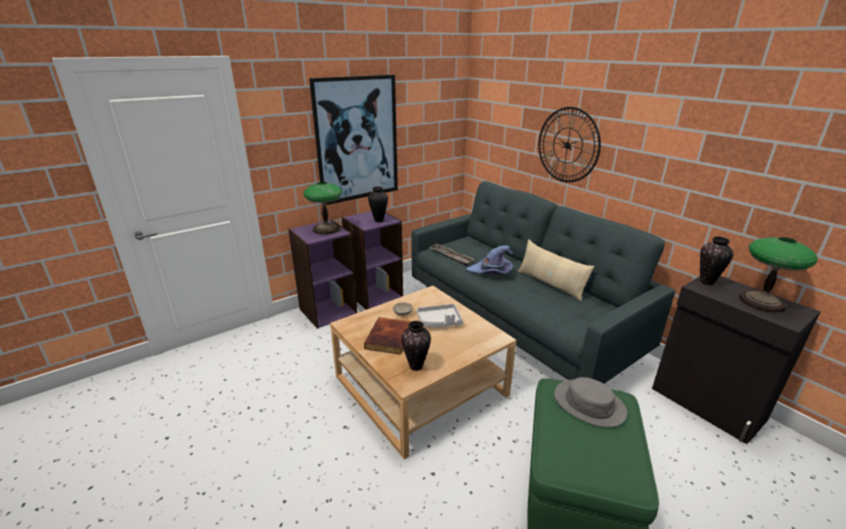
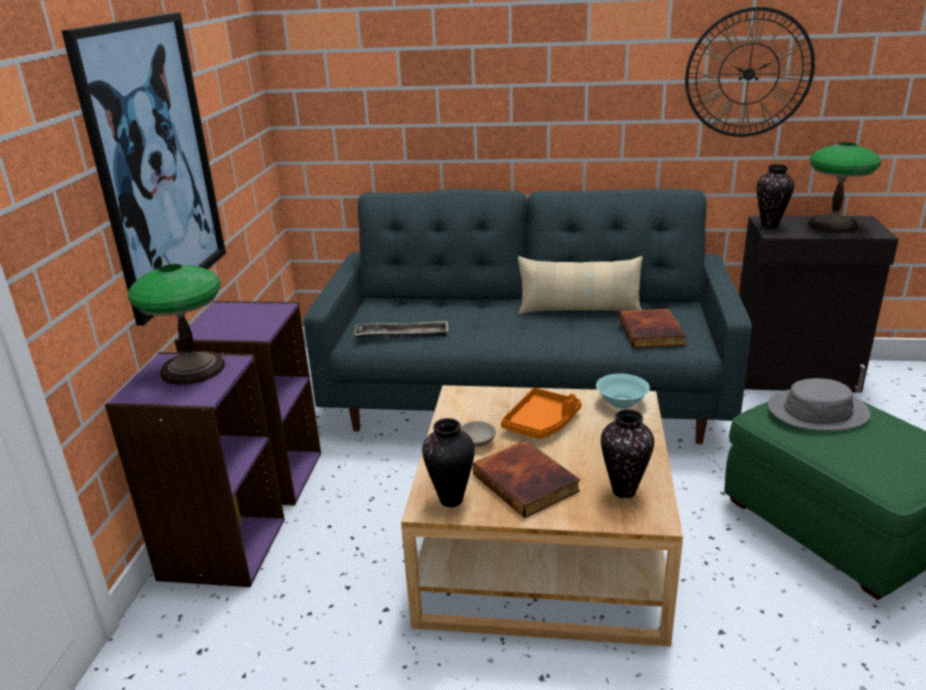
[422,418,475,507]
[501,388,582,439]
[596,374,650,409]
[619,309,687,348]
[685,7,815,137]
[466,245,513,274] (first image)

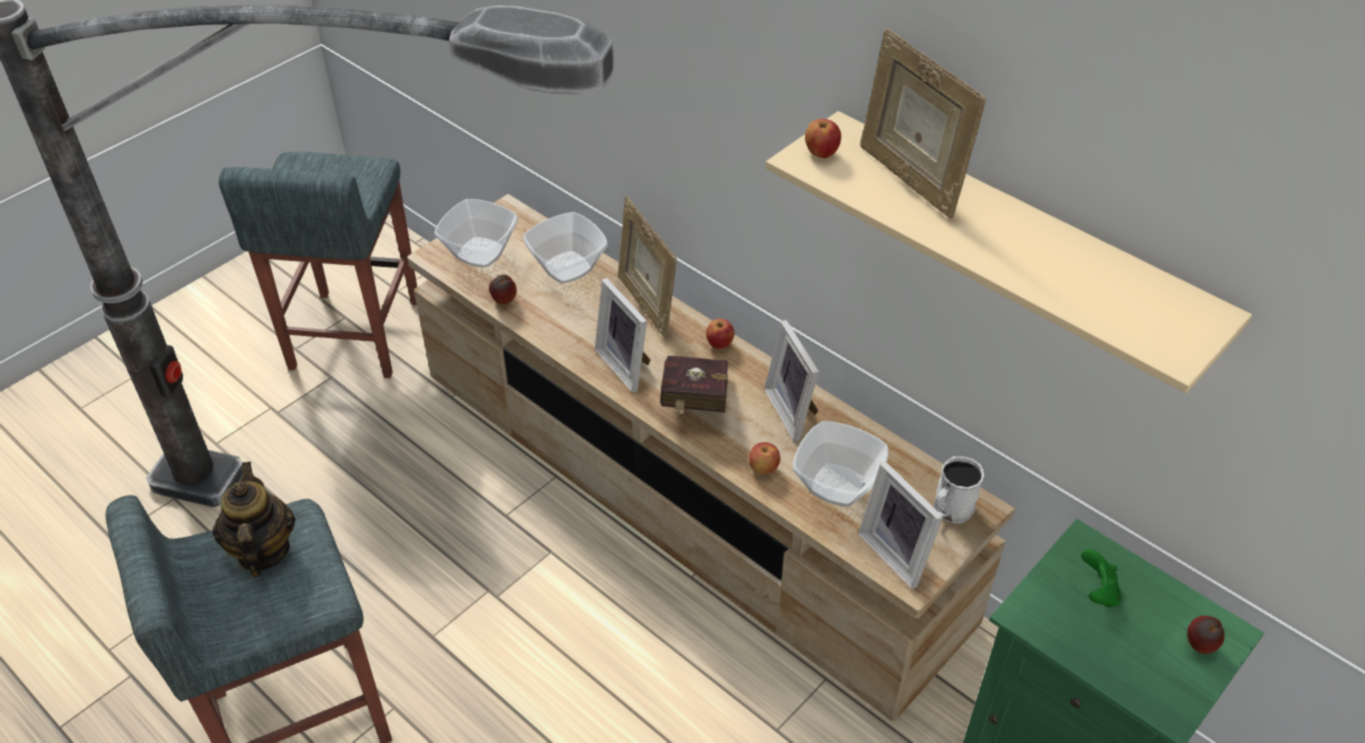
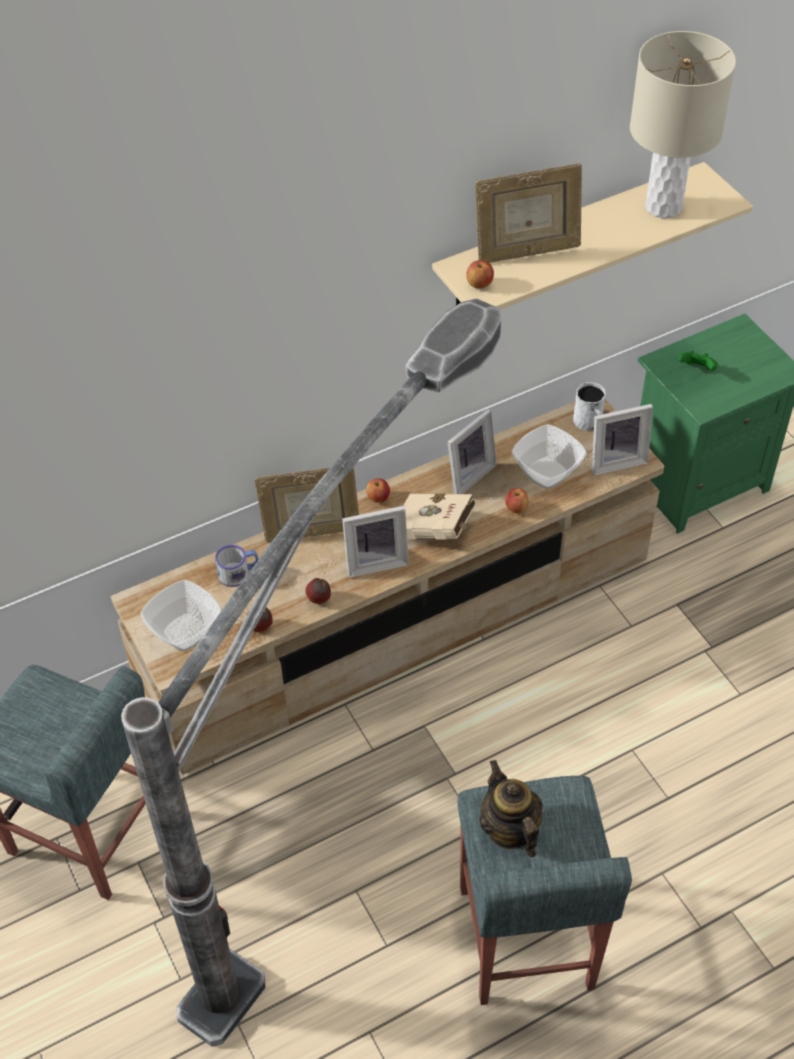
[215,544,259,587]
[305,578,331,604]
[403,494,476,540]
[447,409,497,494]
[479,760,543,857]
[630,31,736,219]

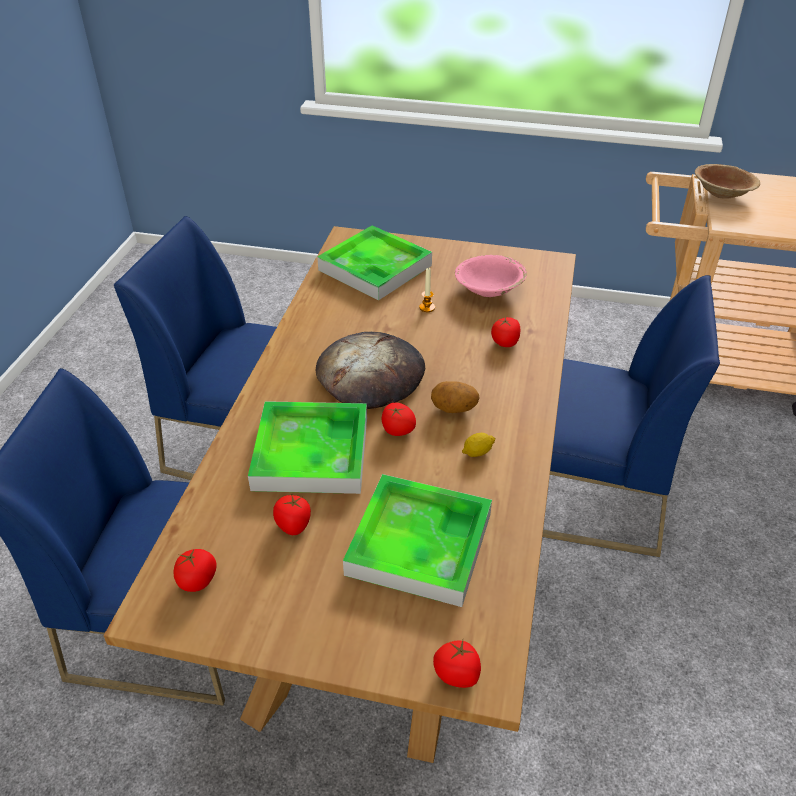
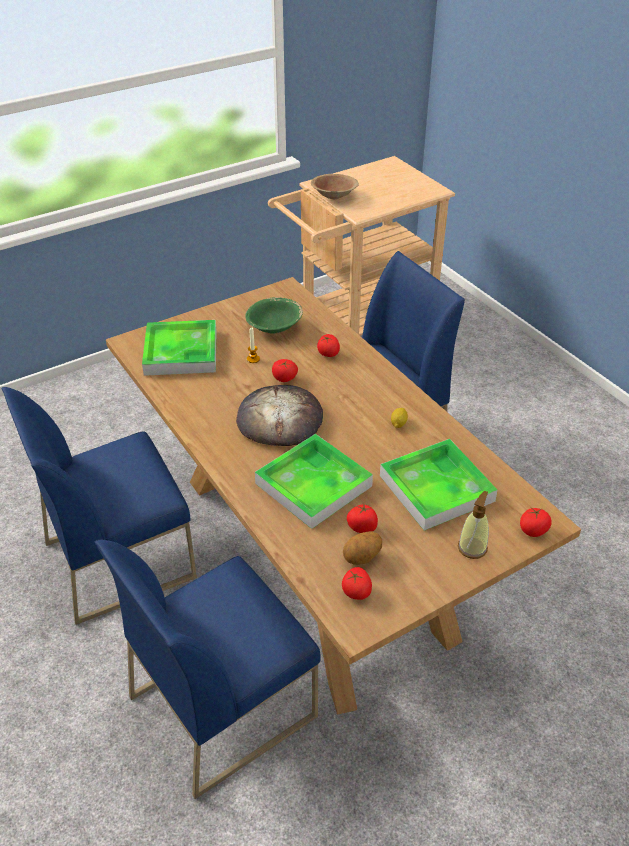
[245,297,303,334]
[272,359,298,382]
[343,531,382,565]
[458,491,489,559]

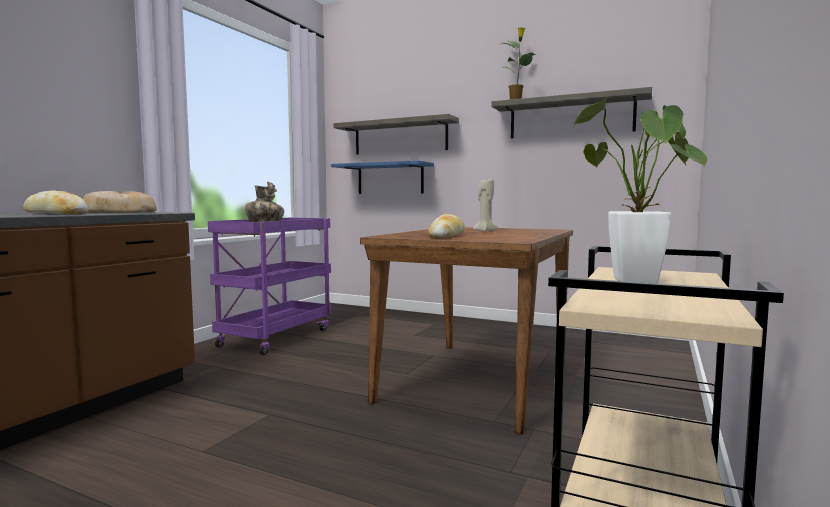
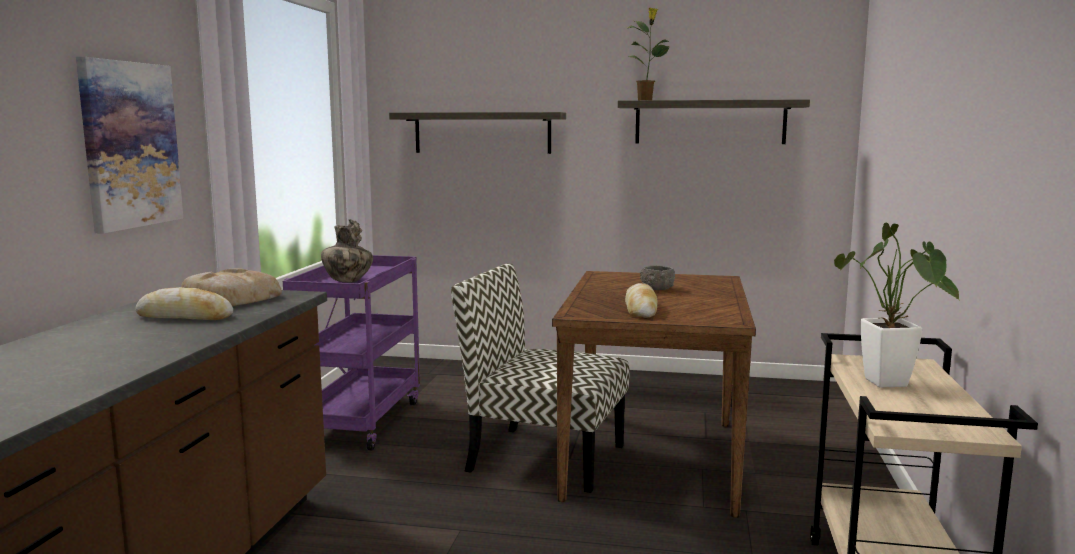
[76,57,183,233]
[451,263,630,493]
[640,265,675,290]
[331,160,434,194] (first image)

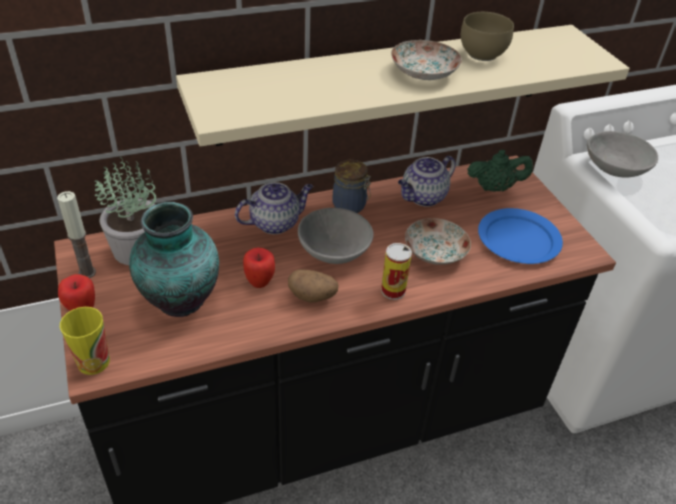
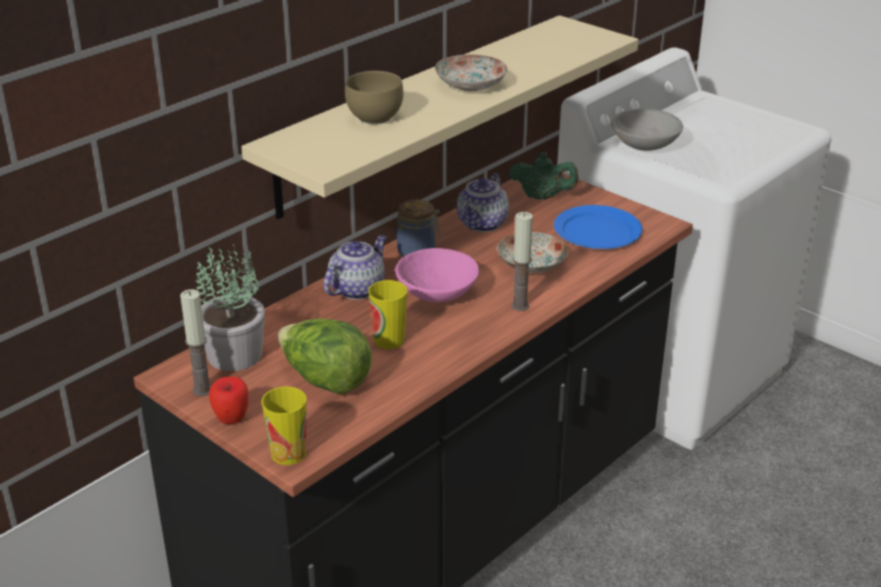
[278,318,372,394]
[345,71,403,124]
[368,280,408,349]
[395,248,479,302]
[509,152,578,200]
[511,212,533,311]
[288,269,338,303] (first image)

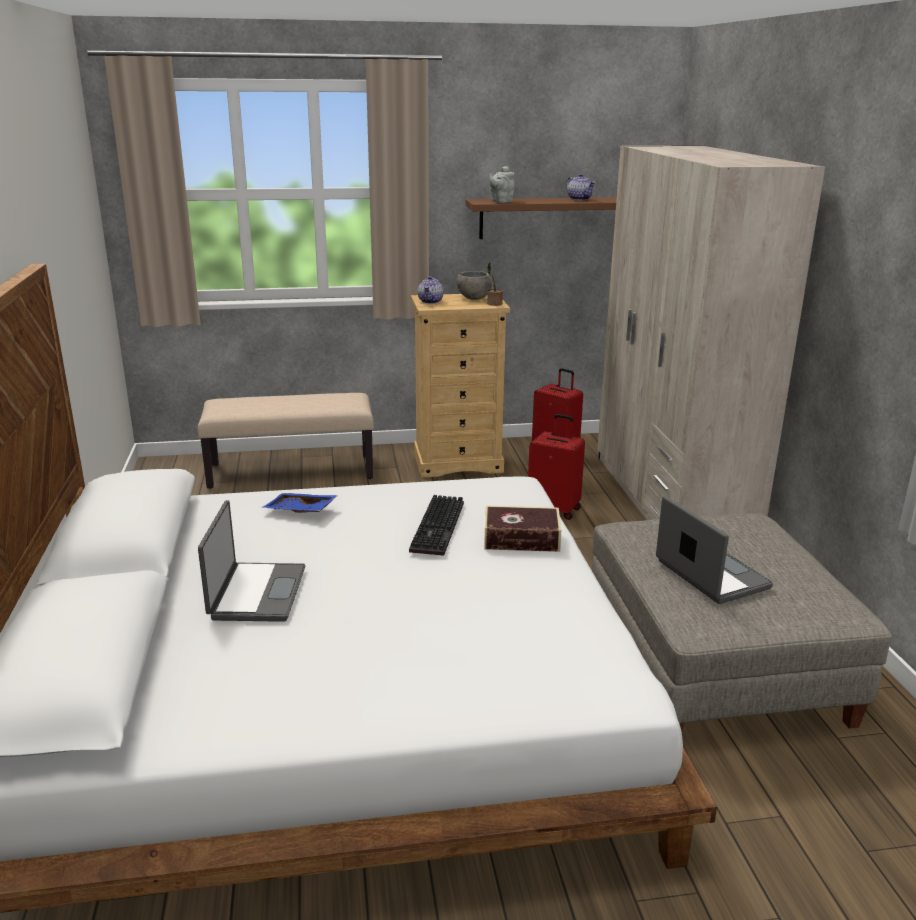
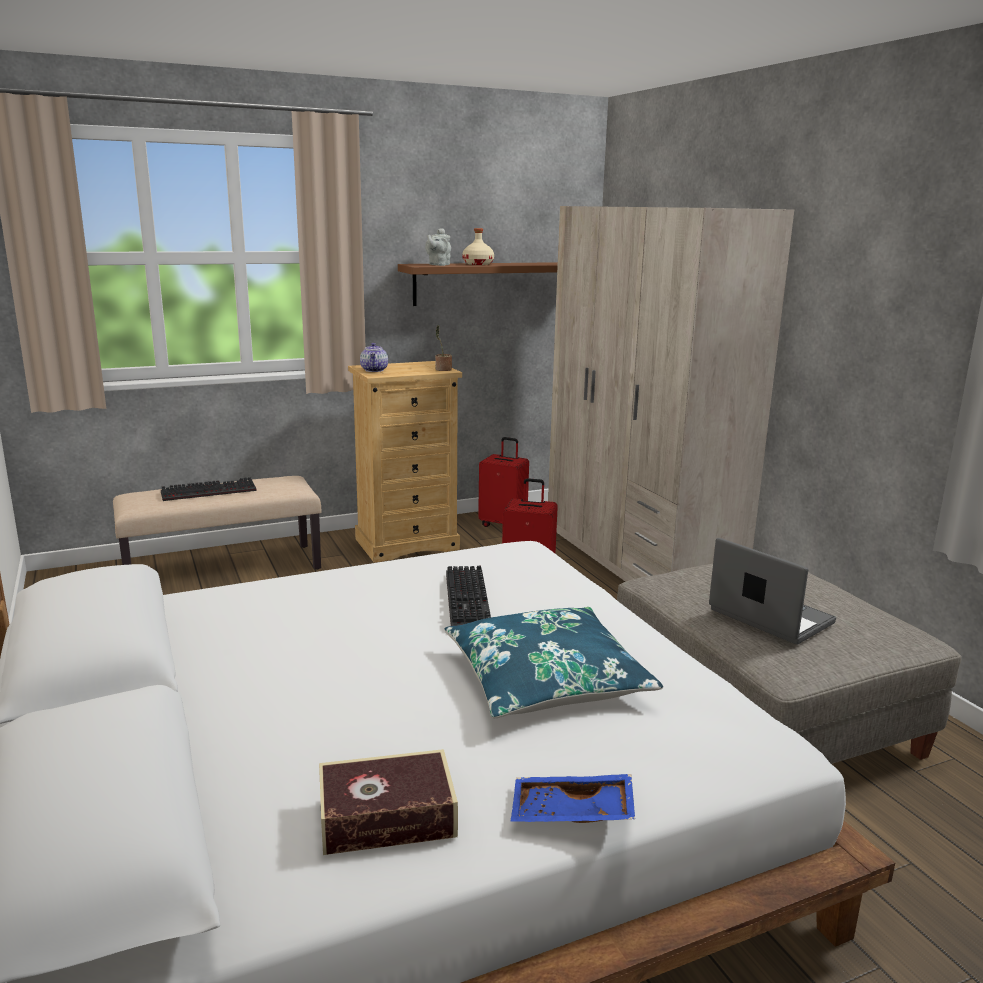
[161,477,257,501]
[319,749,458,855]
[444,607,663,718]
[462,228,494,265]
[510,774,635,823]
[198,500,305,622] (first image)
[456,271,492,300] (first image)
[566,174,595,200] (first image)

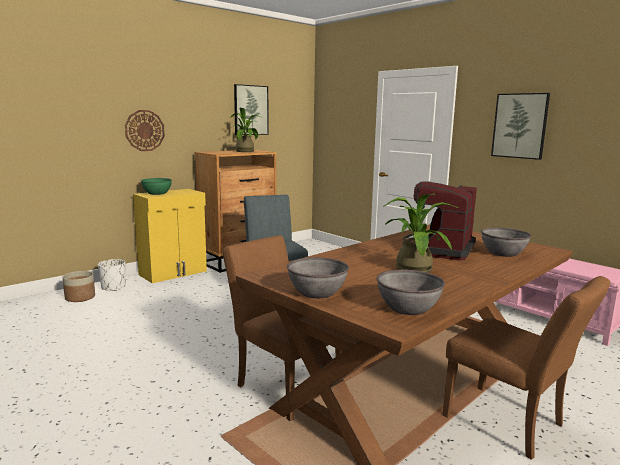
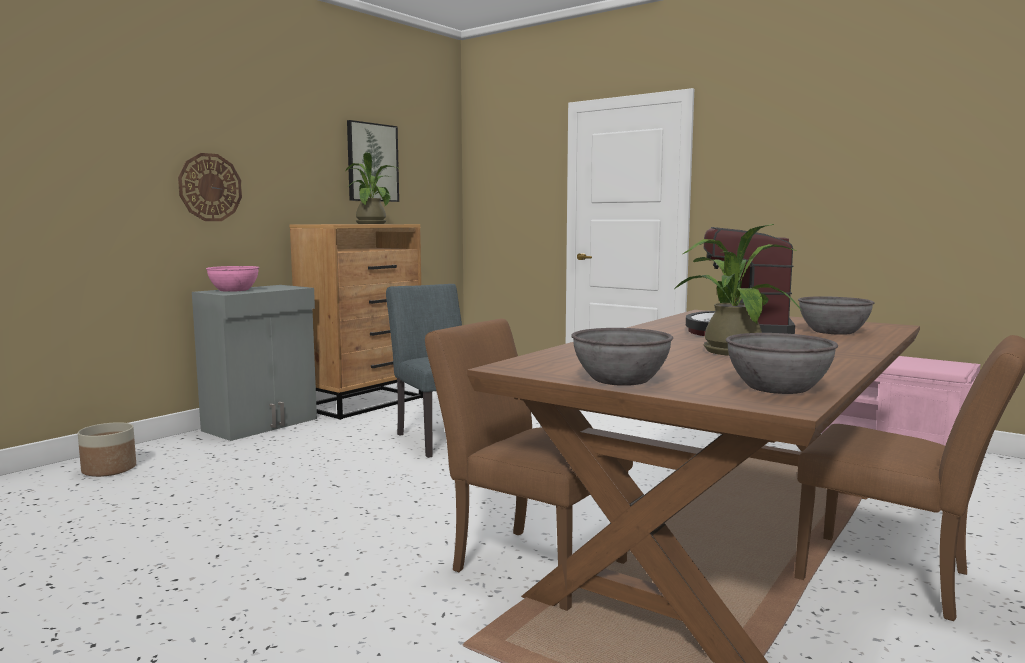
[192,285,317,441]
[206,266,259,292]
[98,259,126,291] (first image)
[491,93,550,160] (first image)

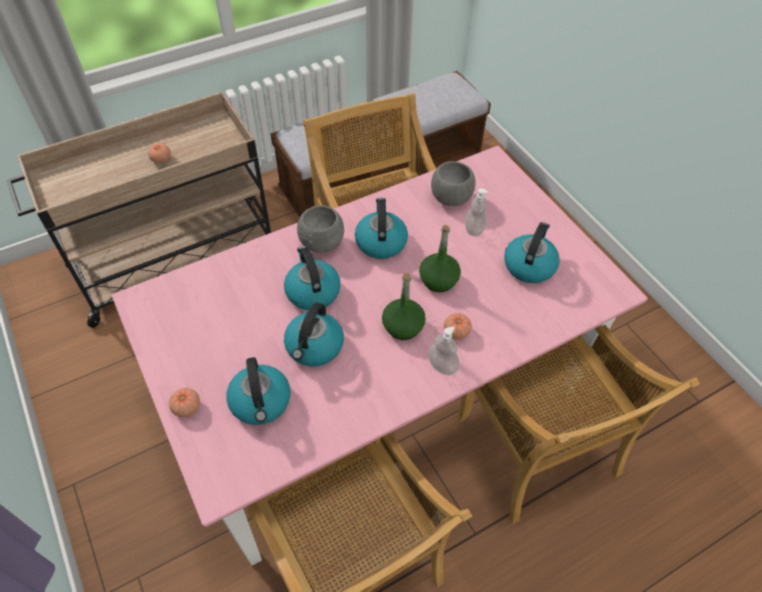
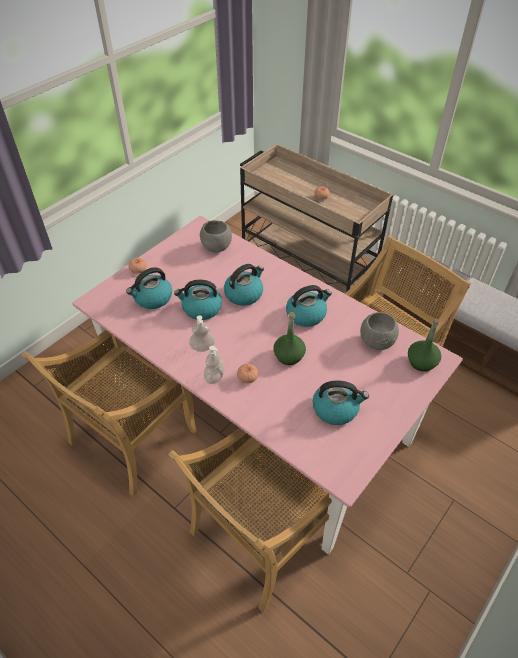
[189,315,215,352]
[200,220,232,253]
[408,319,441,371]

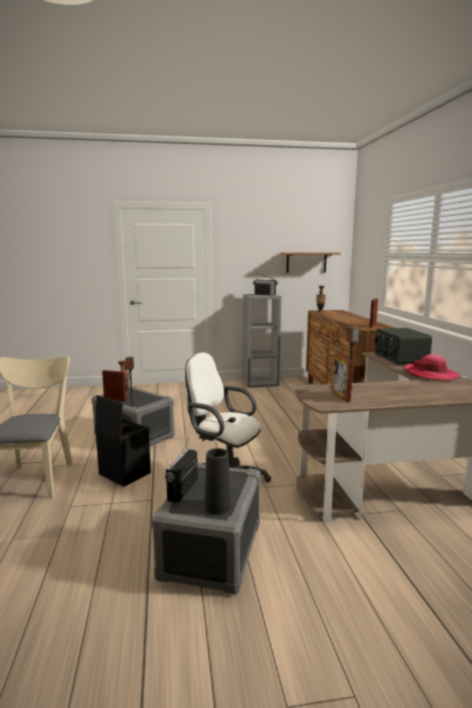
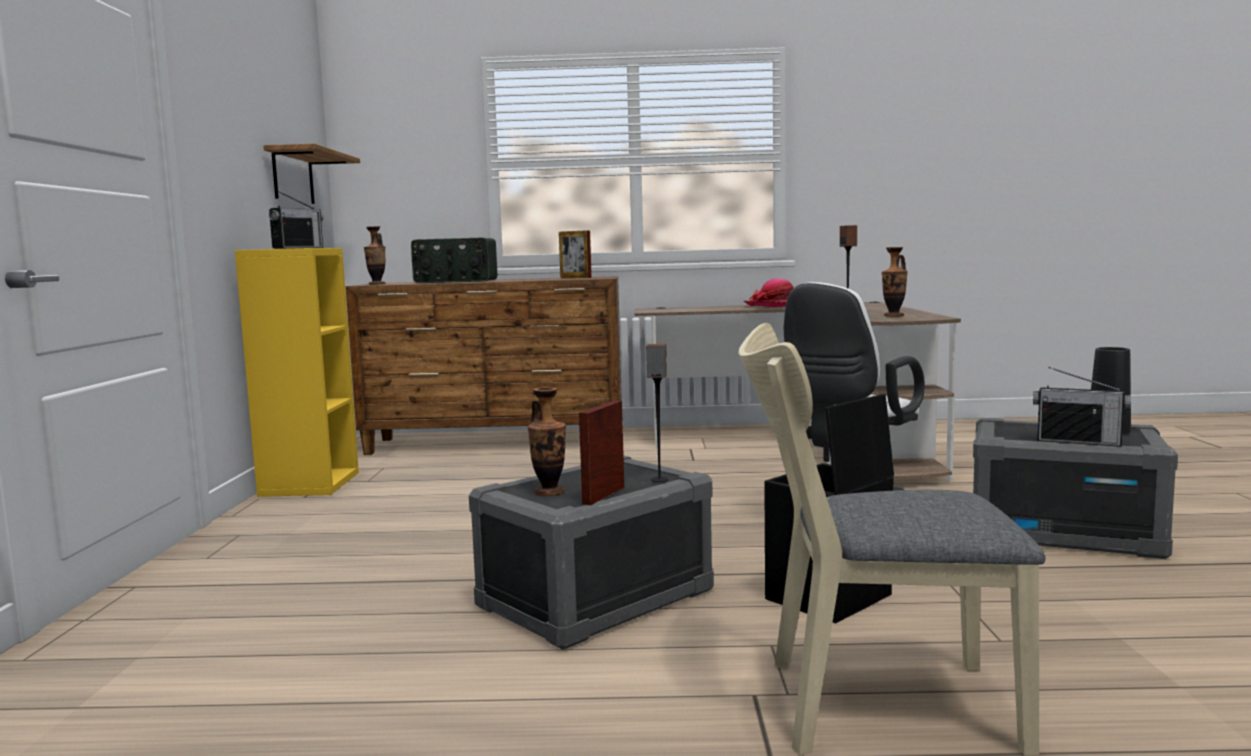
[235,248,359,497]
[411,238,497,283]
[882,247,908,317]

